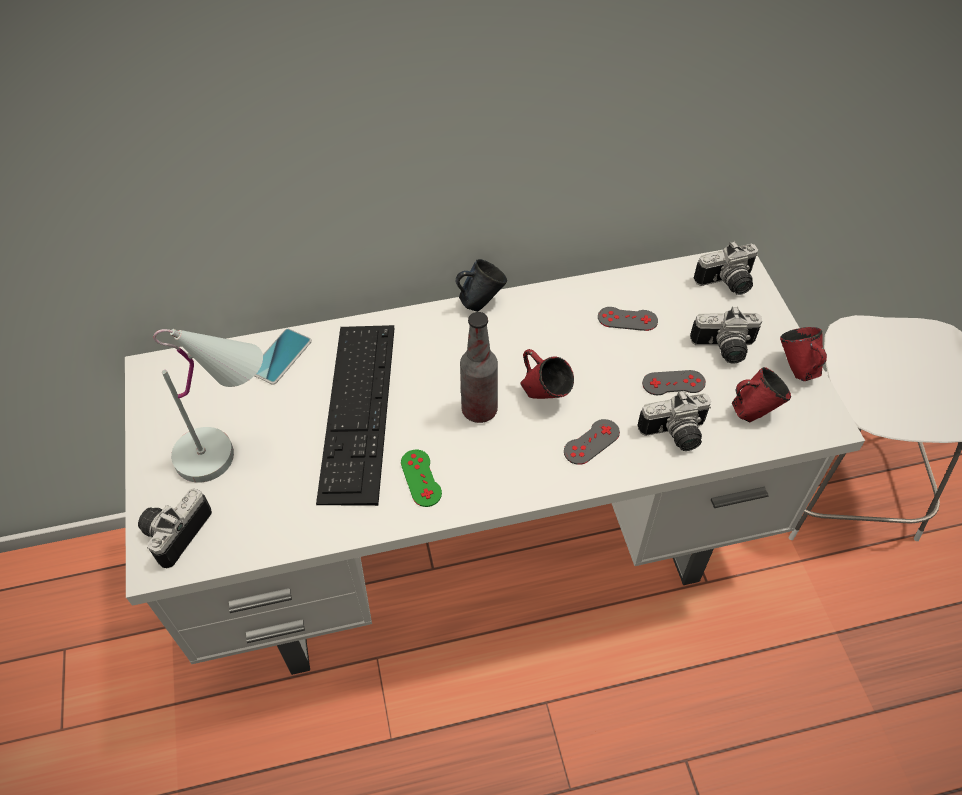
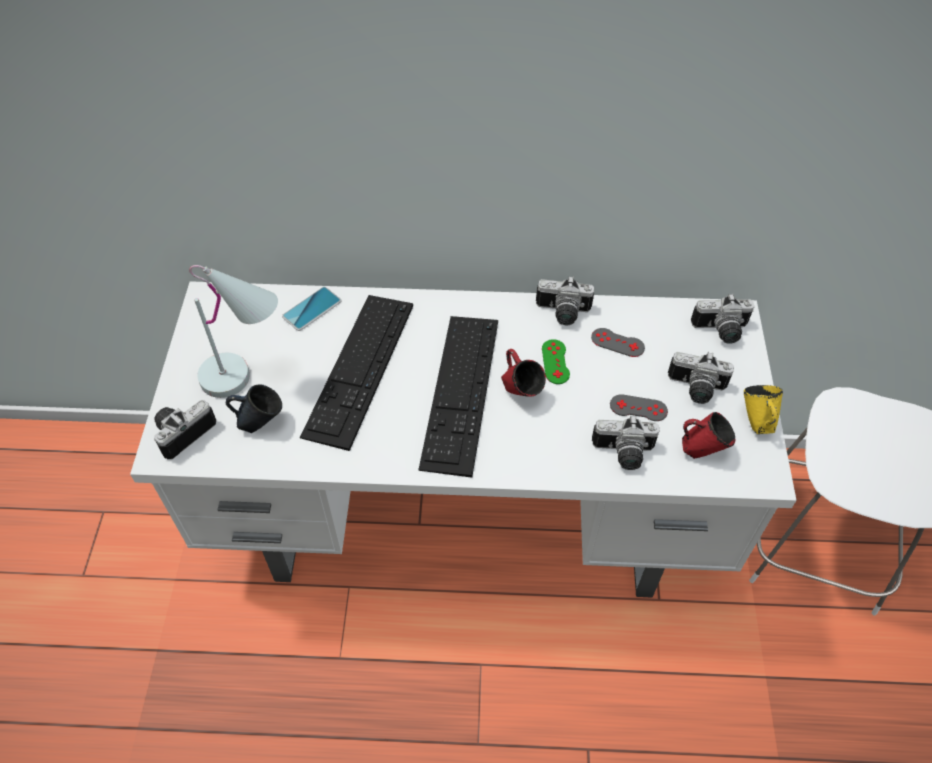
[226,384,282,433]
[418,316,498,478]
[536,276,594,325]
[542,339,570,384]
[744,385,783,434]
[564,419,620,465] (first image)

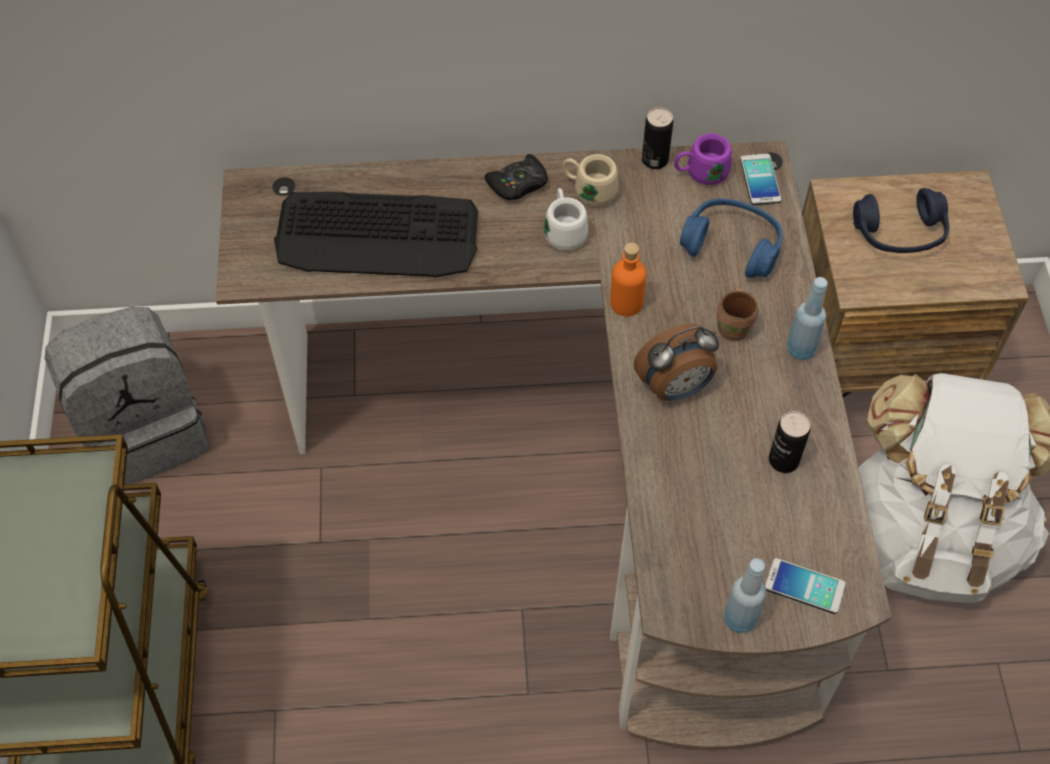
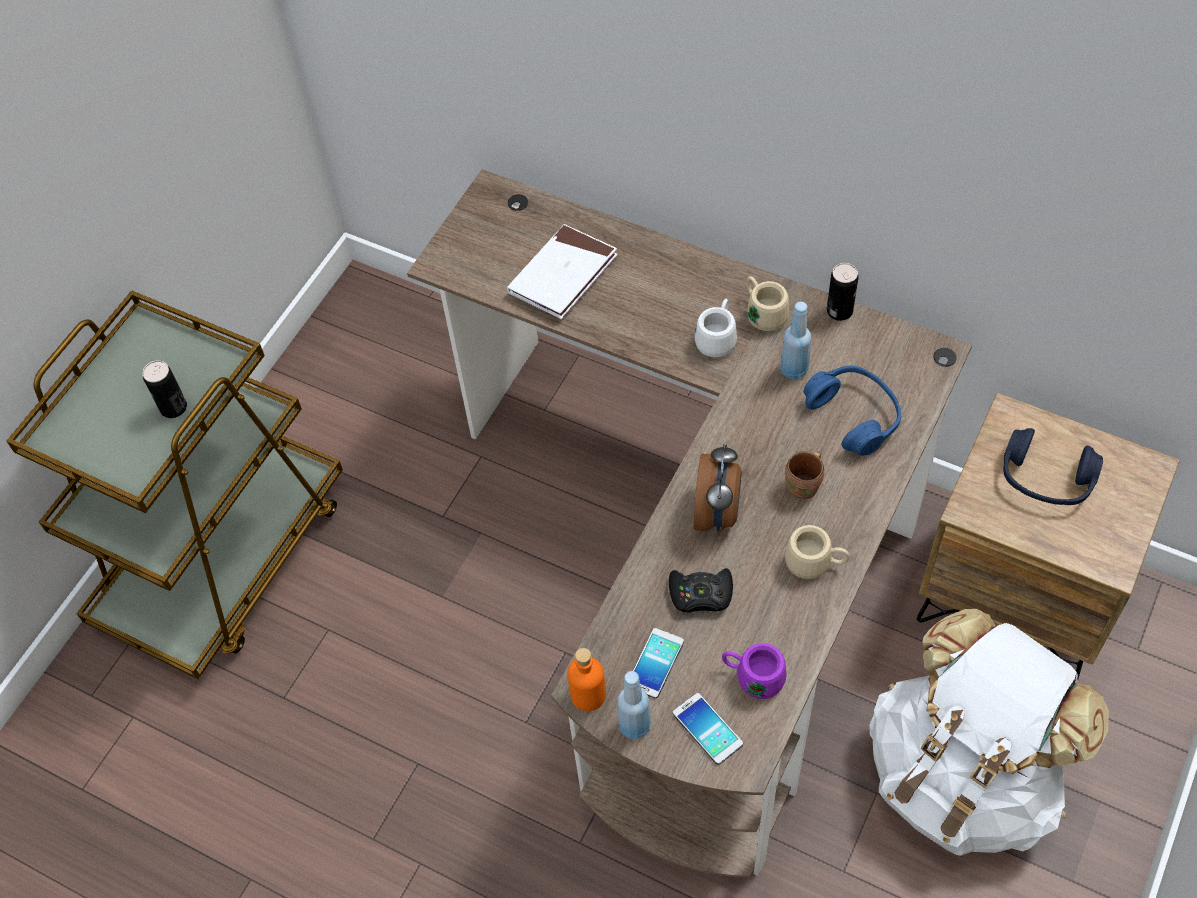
[142,360,187,418]
[507,224,617,319]
[567,648,606,711]
[633,628,684,698]
[669,568,733,613]
[694,443,742,531]
[722,643,787,699]
[780,302,811,380]
[785,525,850,579]
[45,307,209,485] (first image)

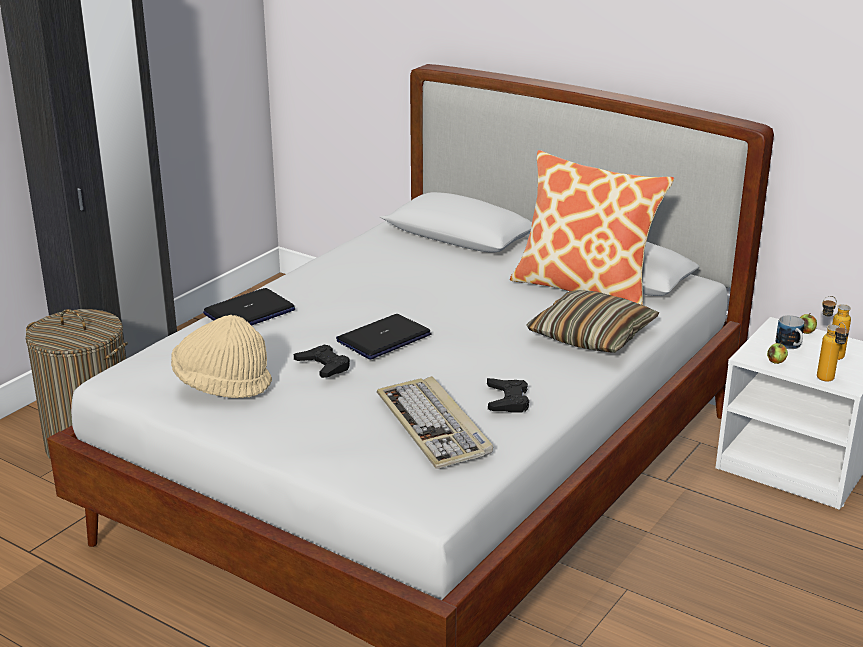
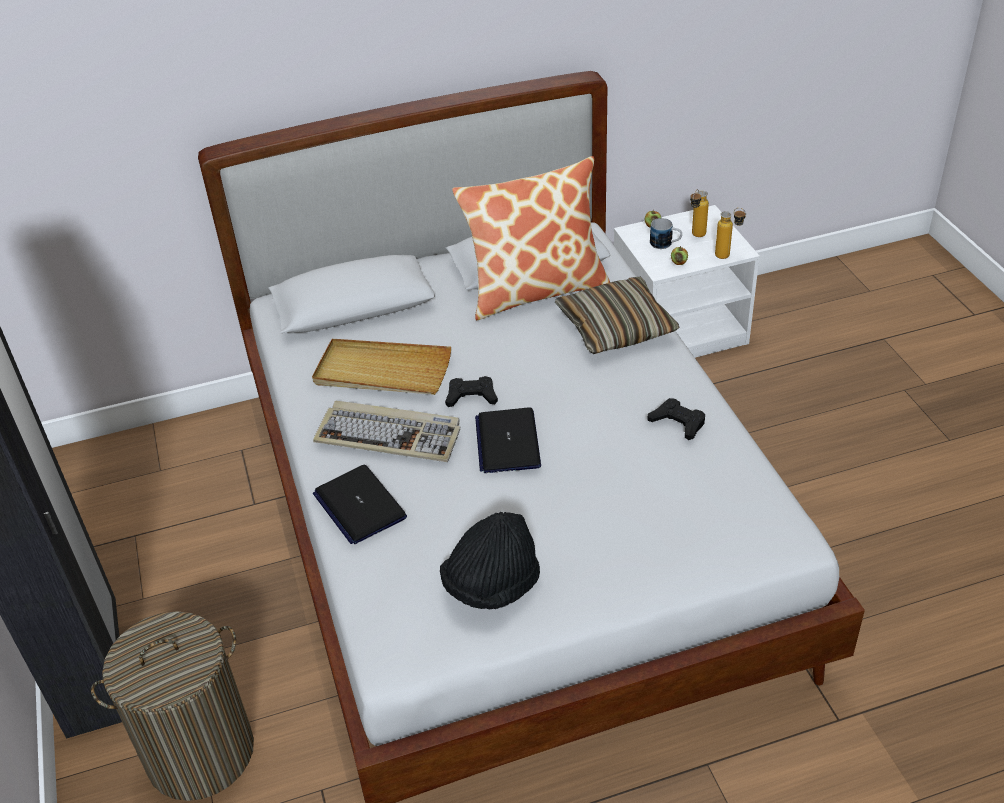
[312,339,451,395]
[313,401,460,462]
[313,465,407,544]
[440,512,540,610]
[445,376,498,407]

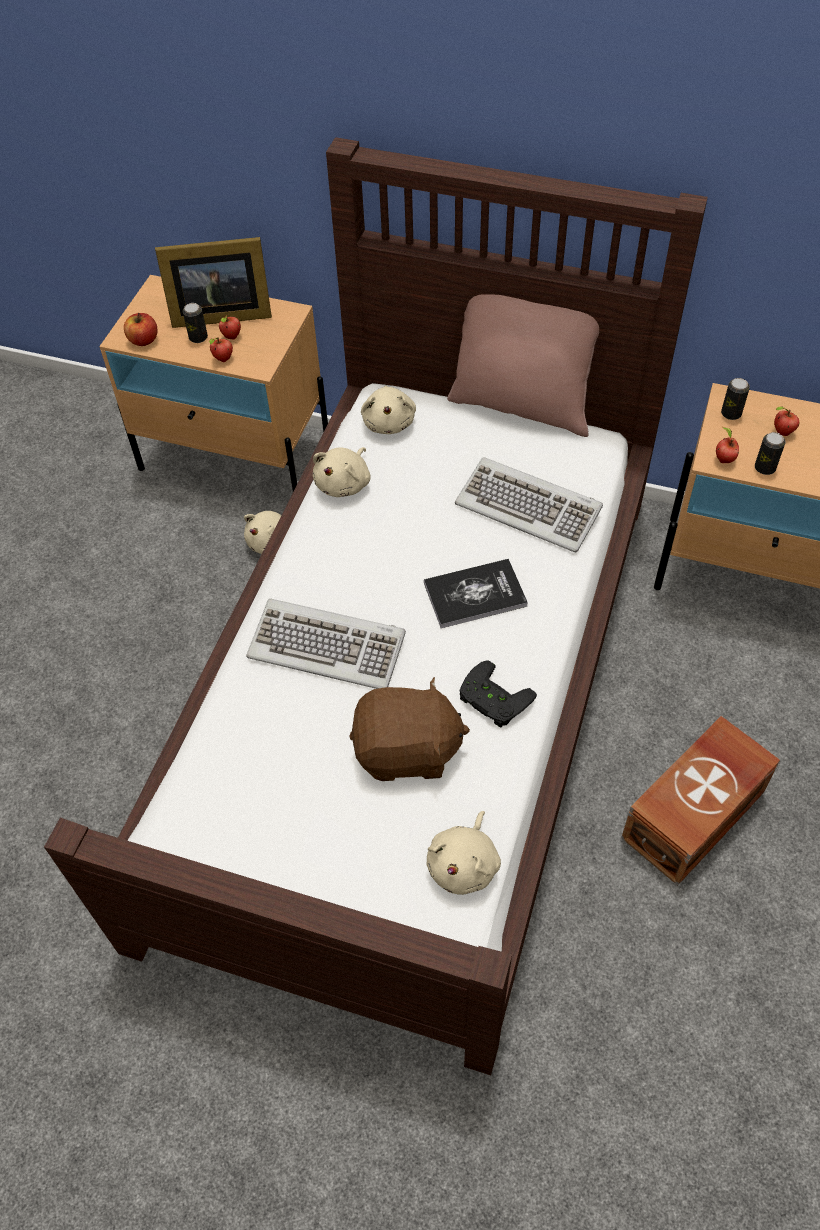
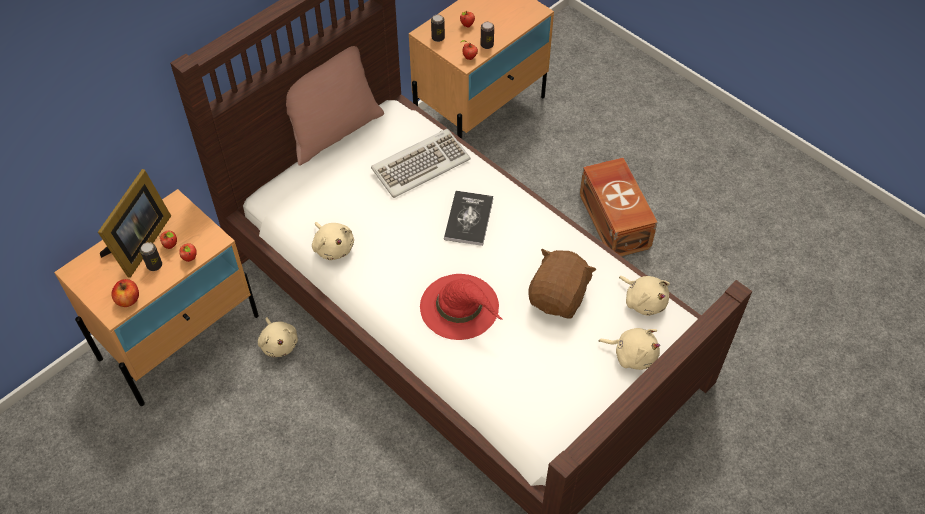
[420,274,503,340]
[599,328,660,370]
[459,660,537,728] (first image)

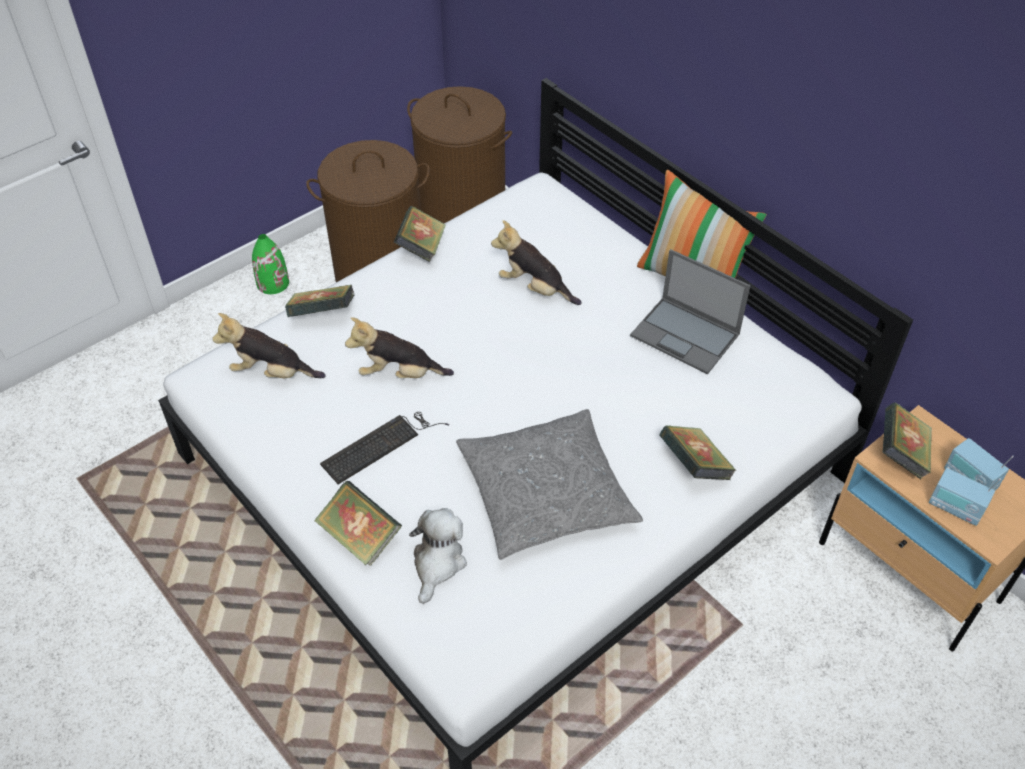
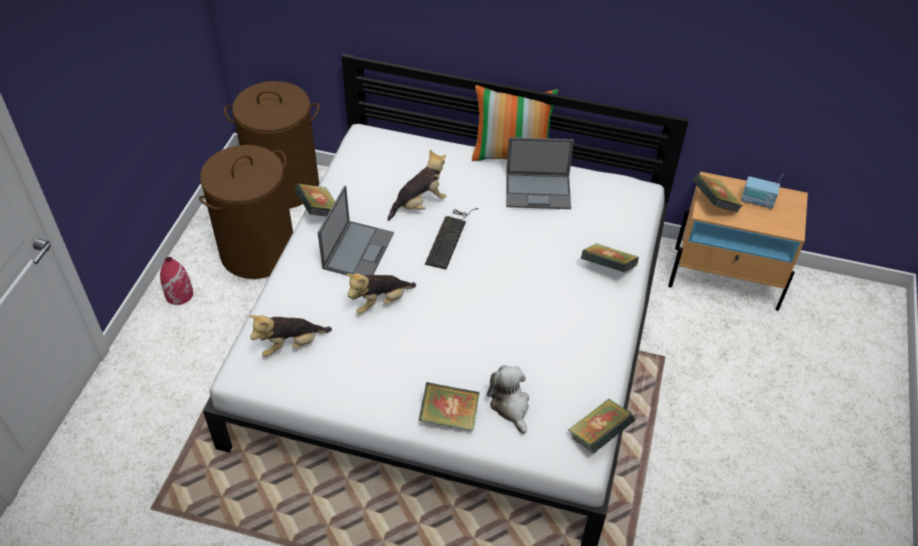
[160,257,193,305]
[318,186,394,275]
[388,150,446,221]
[425,208,478,269]
[568,399,635,453]
[456,409,643,560] (first image)
[929,468,1001,526] (first image)

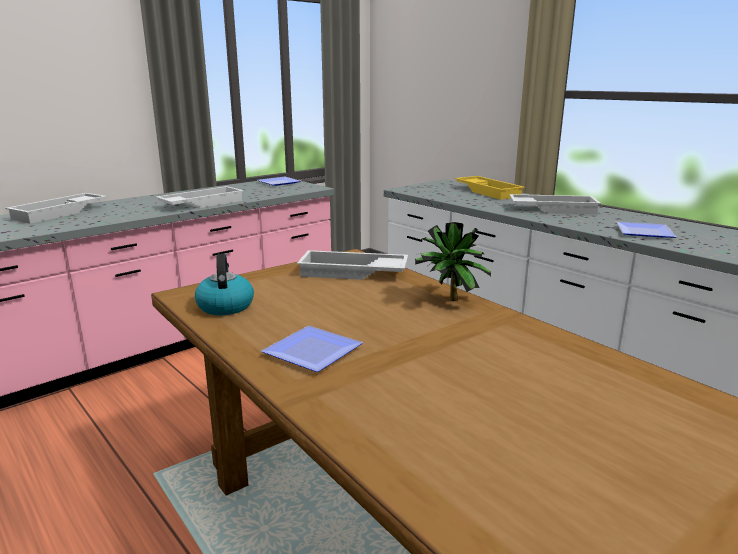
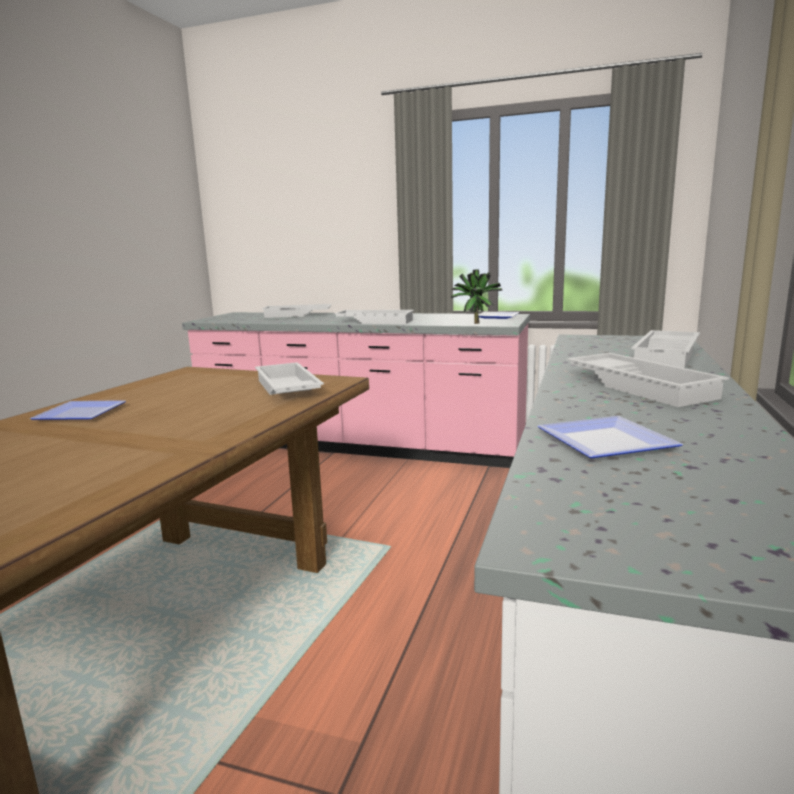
[451,269,502,324]
[631,330,700,368]
[195,253,254,315] (first image)

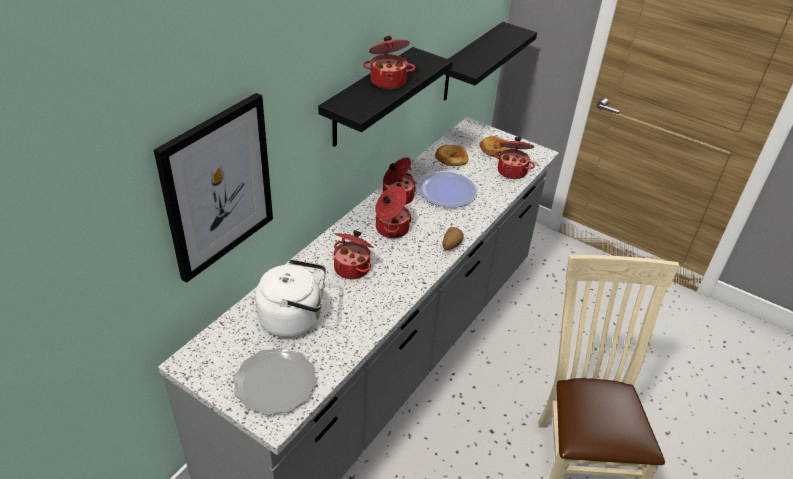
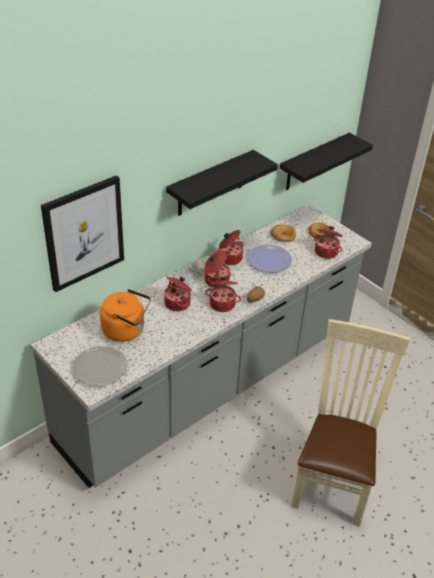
[100,289,151,342]
[205,277,241,312]

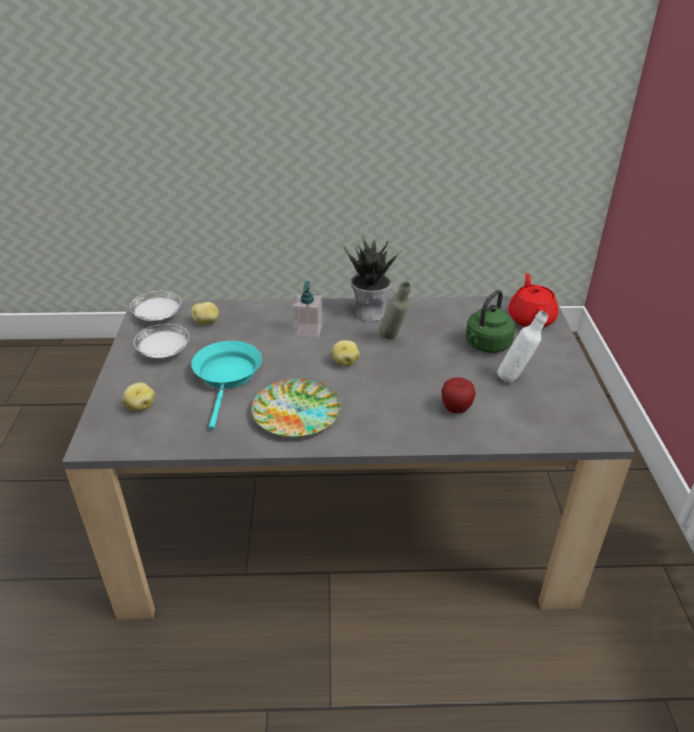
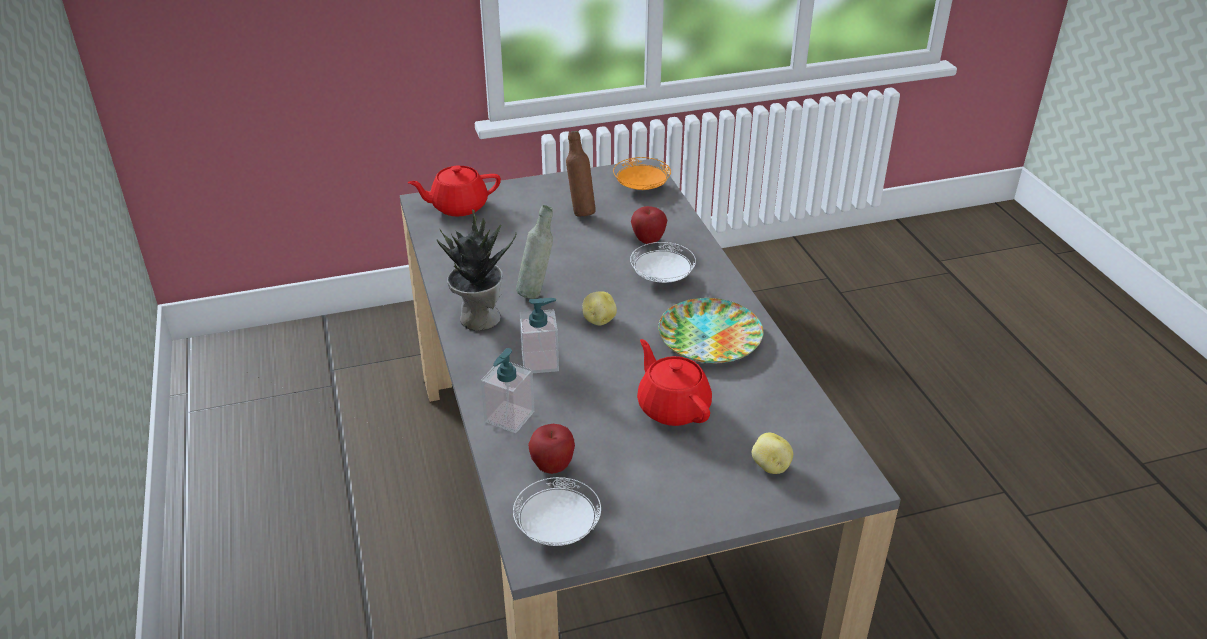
[481,348,535,433]
[528,424,575,474]
[566,131,596,216]
[613,157,671,190]
[630,242,696,283]
[637,339,712,426]
[466,290,515,353] (first image)

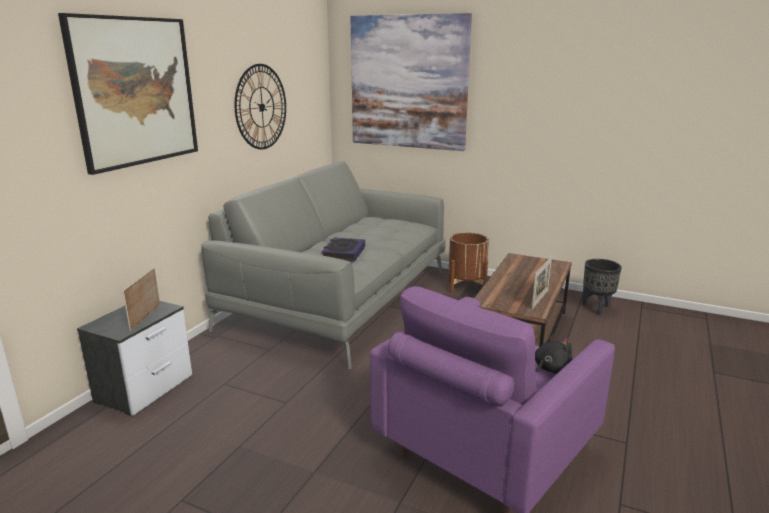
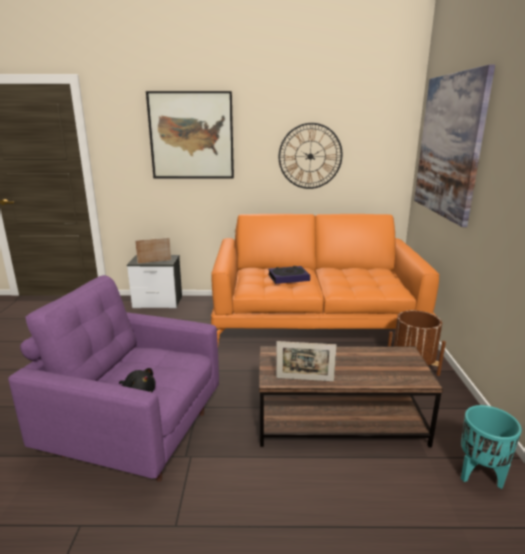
[211,214,439,344]
[461,405,522,489]

